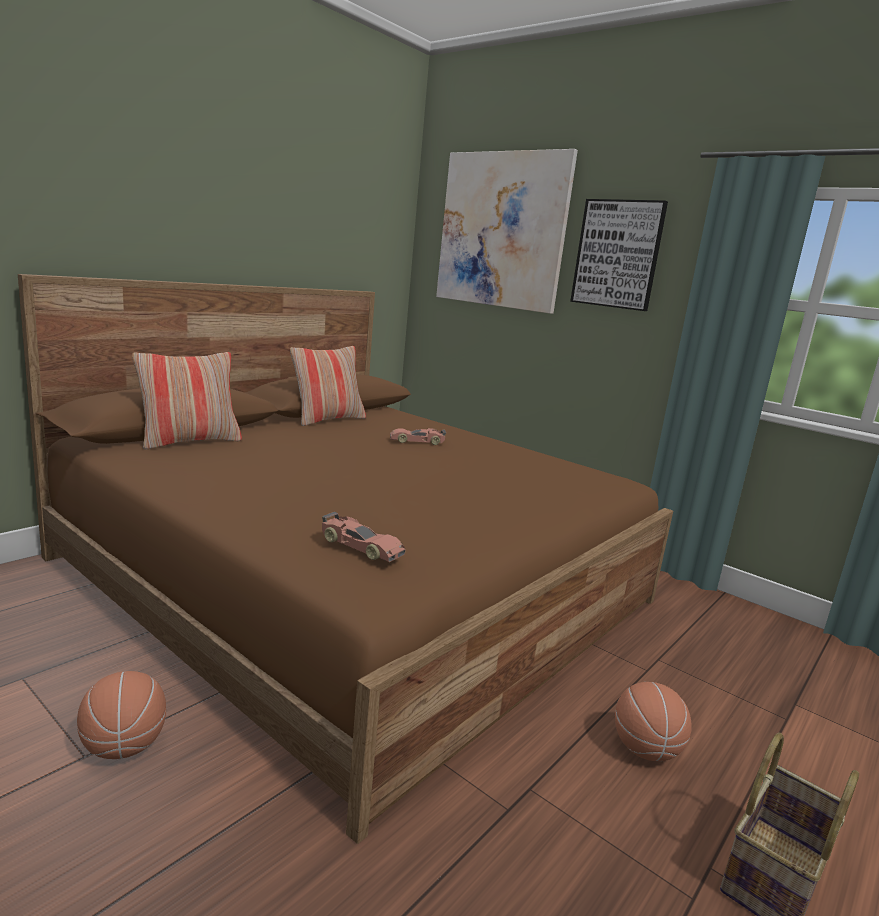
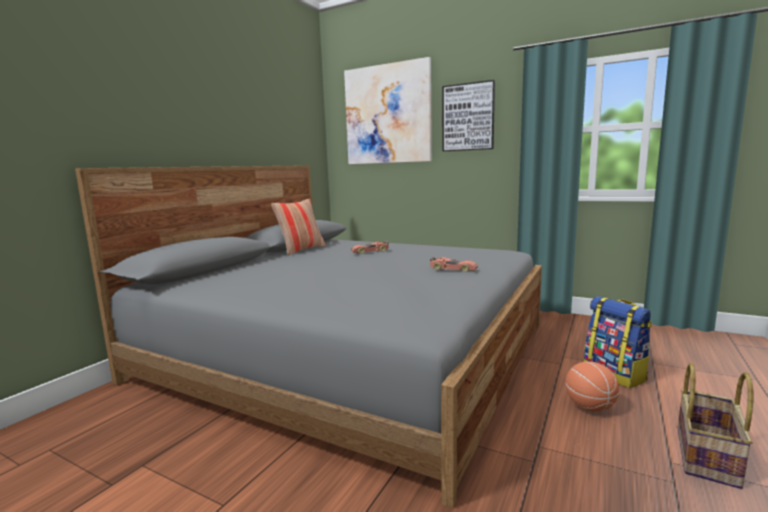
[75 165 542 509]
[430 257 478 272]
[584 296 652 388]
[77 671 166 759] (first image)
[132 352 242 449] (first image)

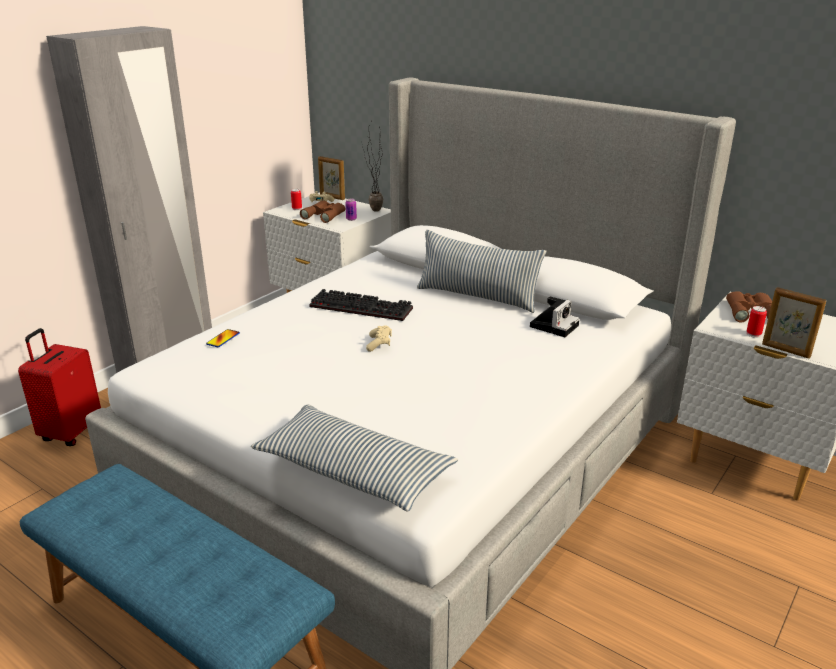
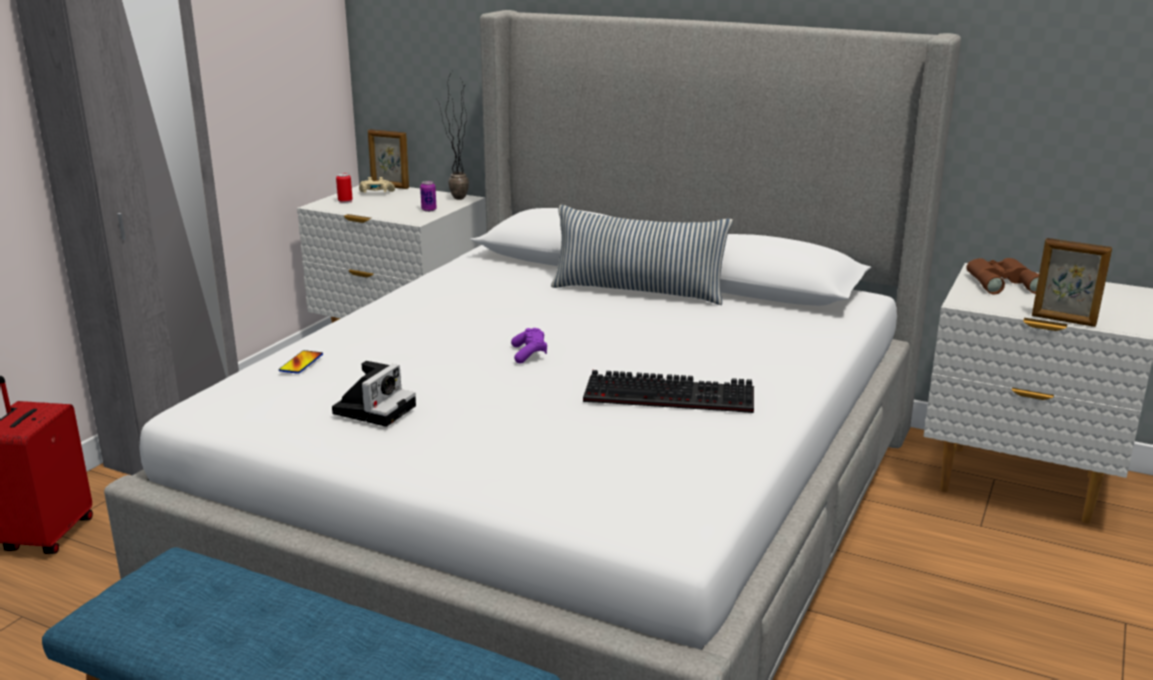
[332 361 416 427]
[511 328 547 363]
[583 370 754 413]
[251 405 458 512] (first image)
[300 201 345 223] (first image)
[746 306 767 338] (first image)

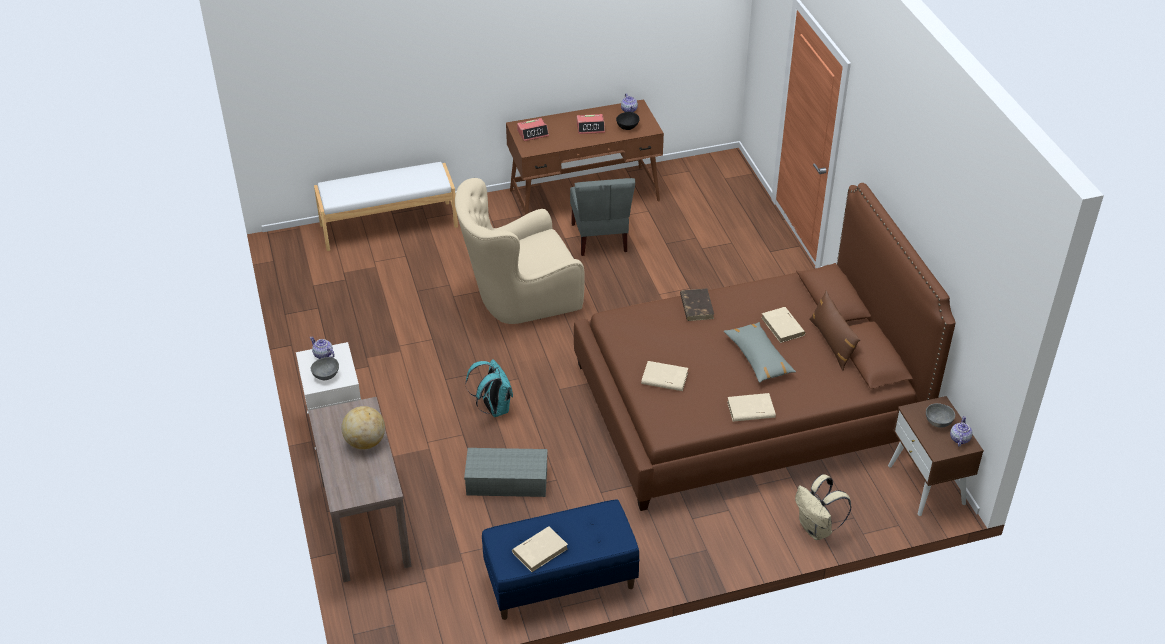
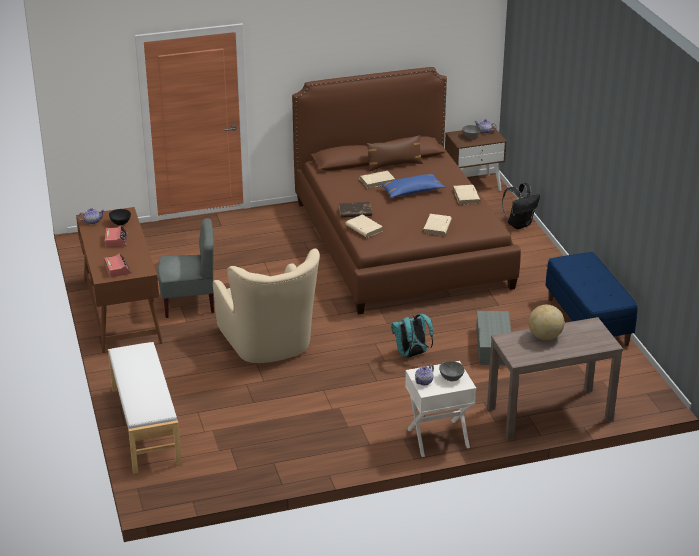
[345 214 383 238]
[380 174 446 198]
[502 183 540 229]

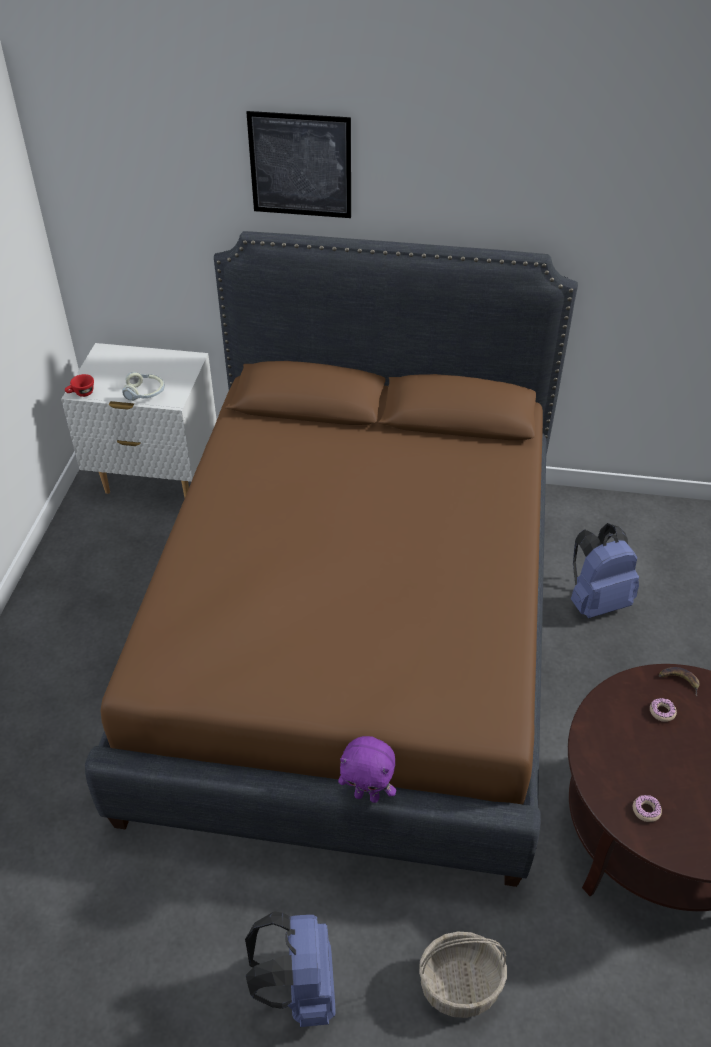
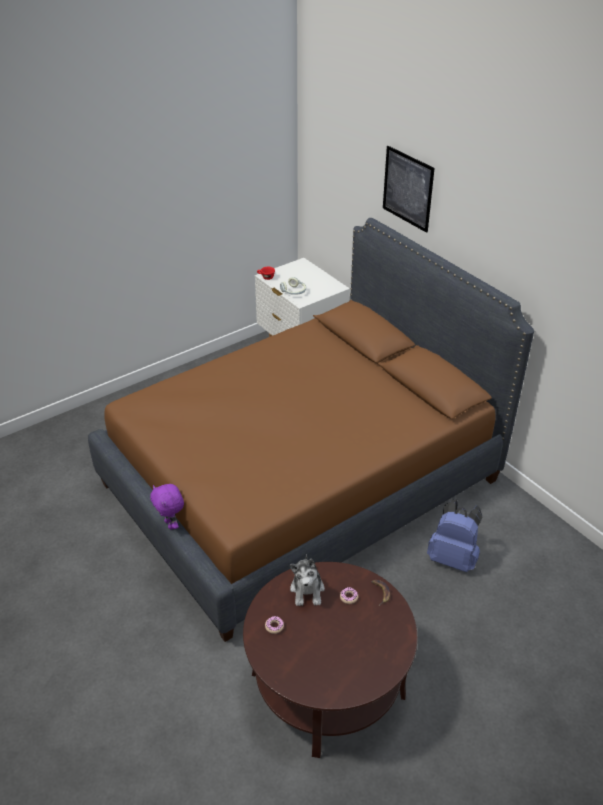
[290 554 325 606]
[245 912 336 1027] (first image)
[419 932 507 1018] (first image)

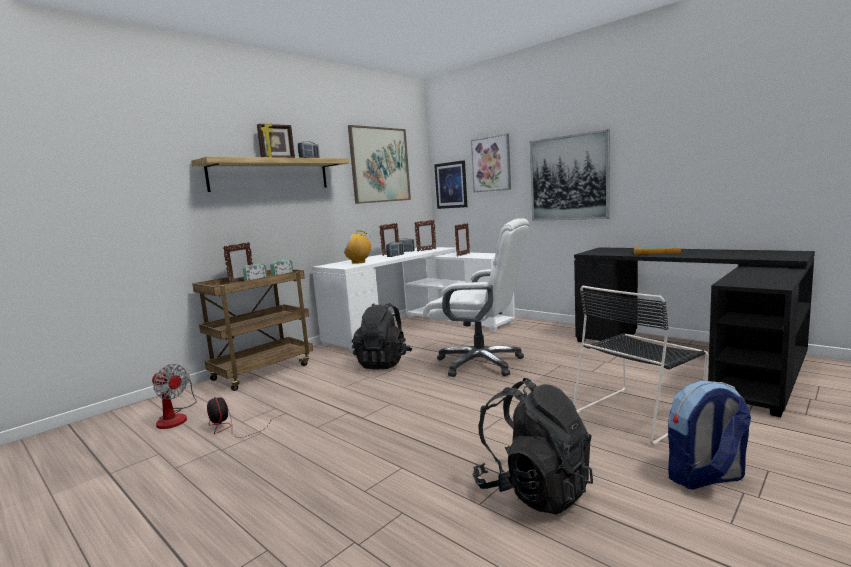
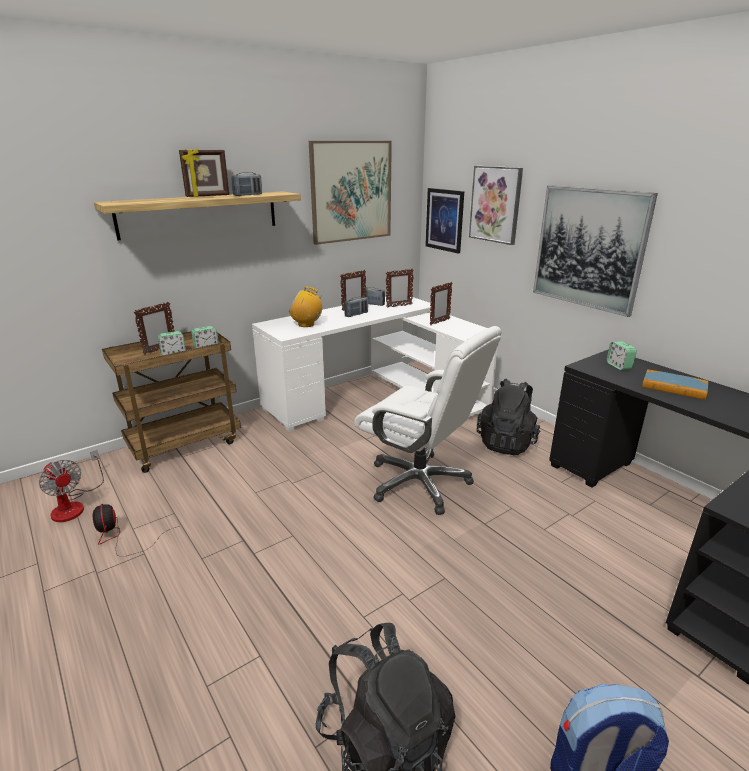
[477 379 540 455]
[606 341 637 370]
[573 286 708 445] (first image)

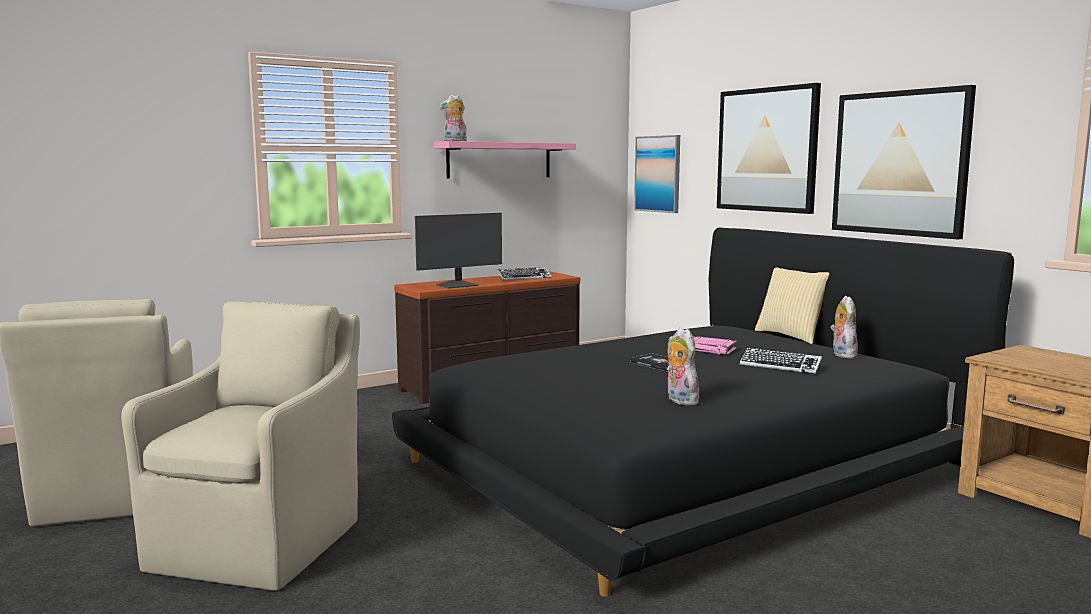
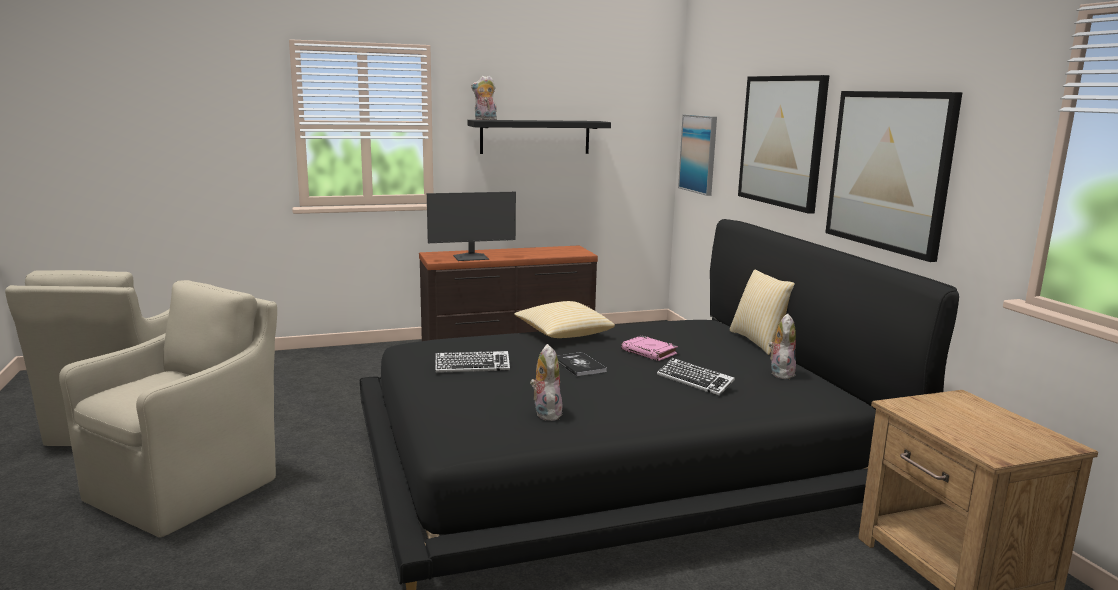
[435 351 510 373]
[468 120 611 154]
[514 301 615 338]

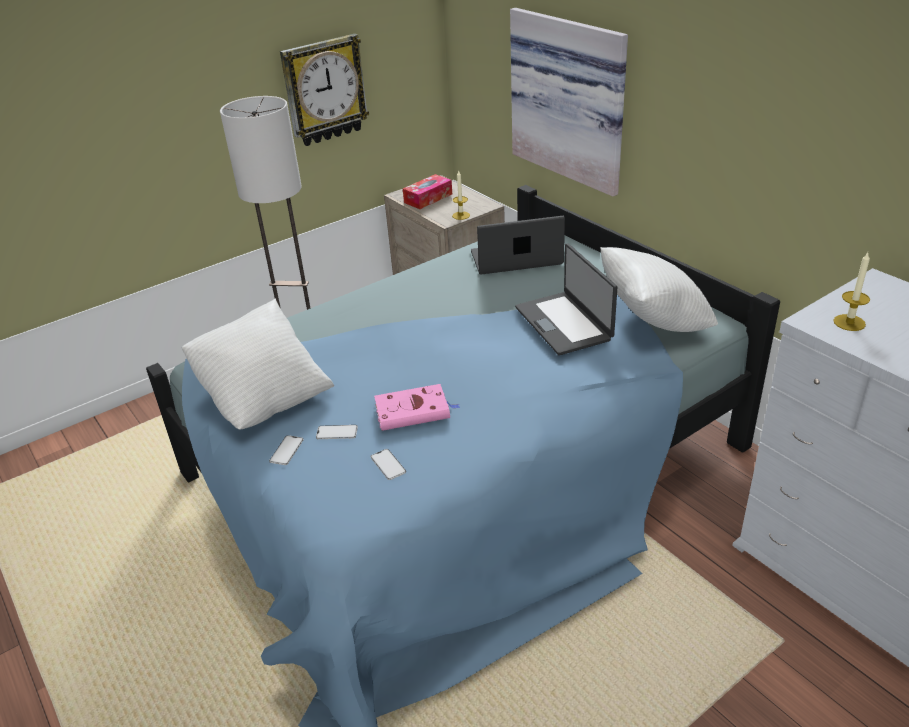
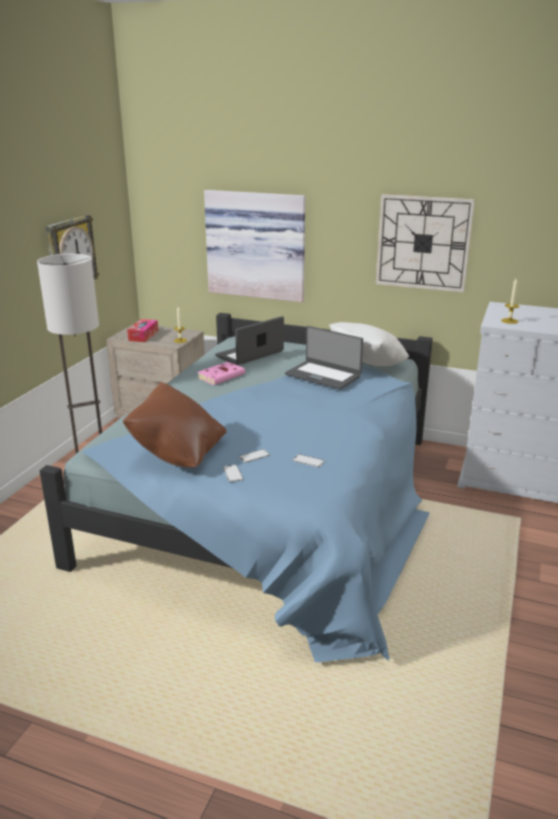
[123 382 227 468]
[197 362 245 385]
[376 194 475 293]

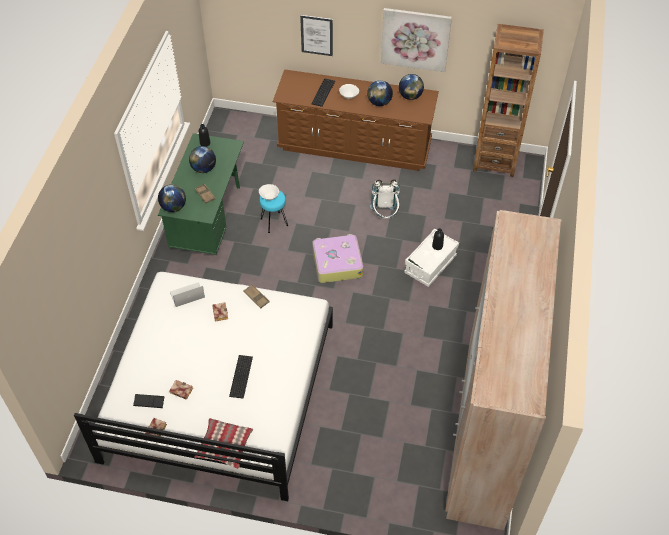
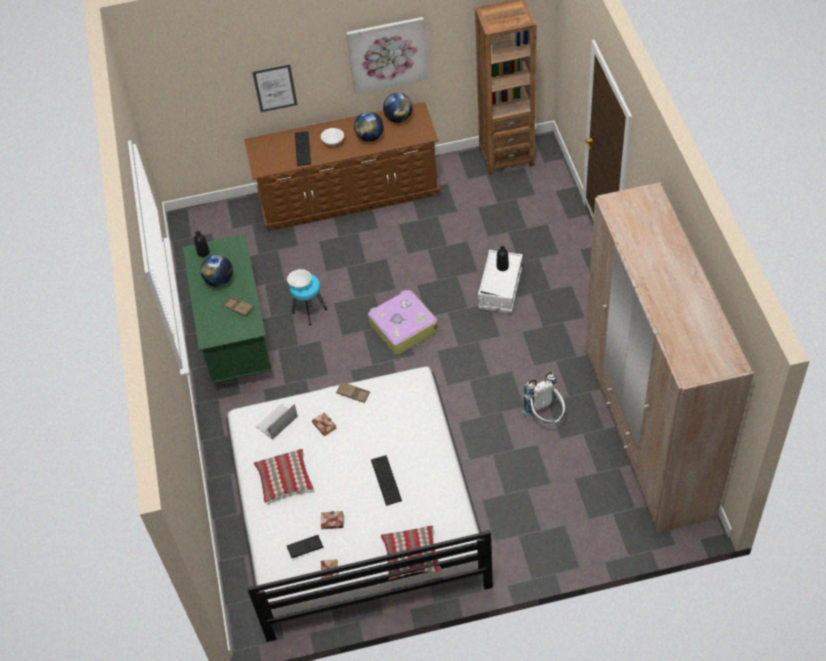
[254 449 314 503]
[522 372 566 424]
[158 184 186 212] (first image)

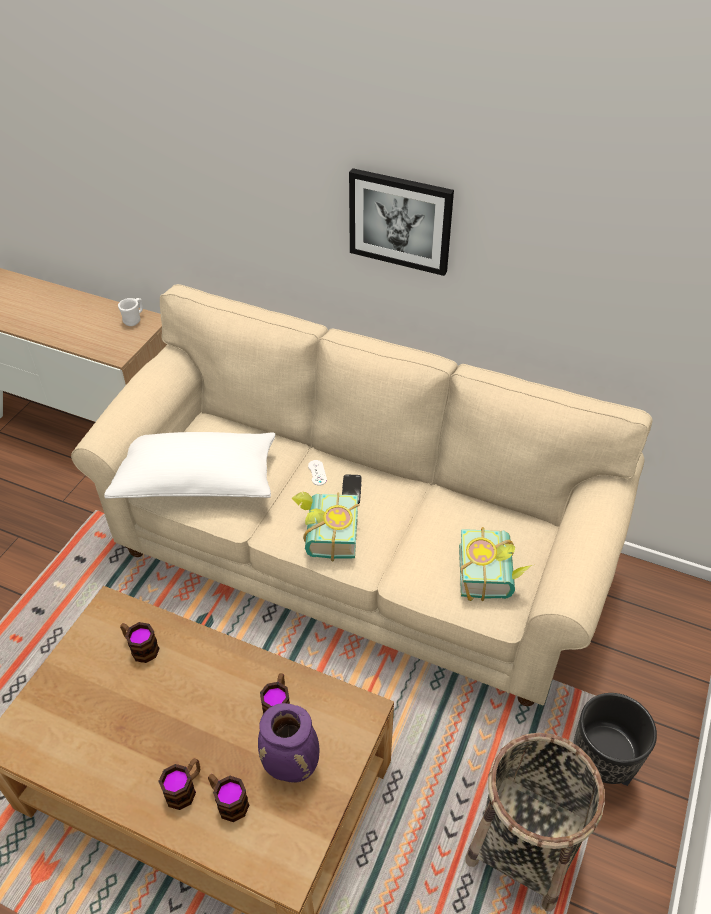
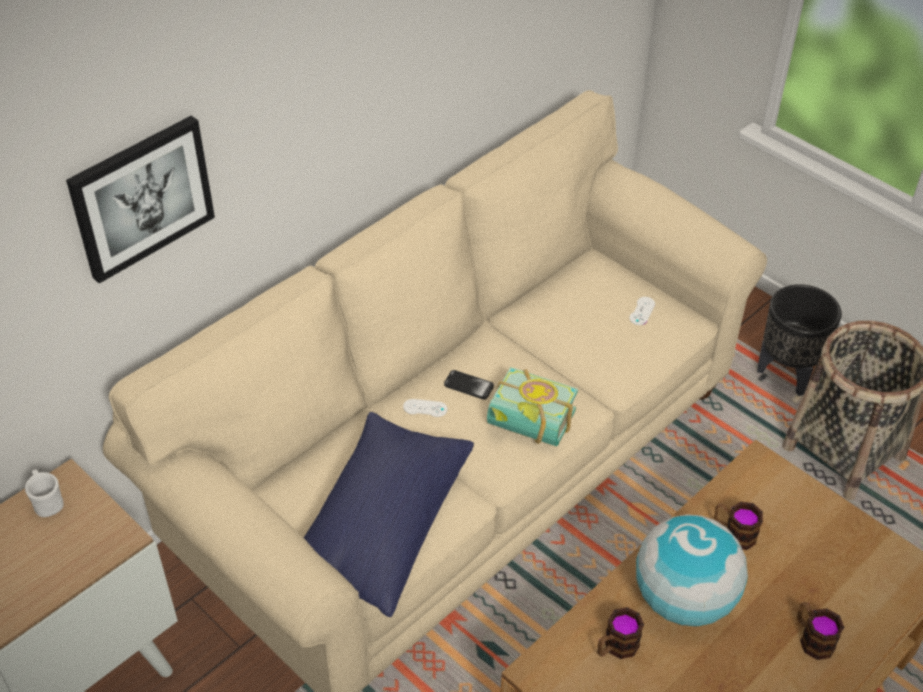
[66 116 215 283]
[304 412 474 617]
[630 297 655 325]
[636 514 748 626]
[208 774 249 822] (first image)
[258 703 319 783] (first image)

